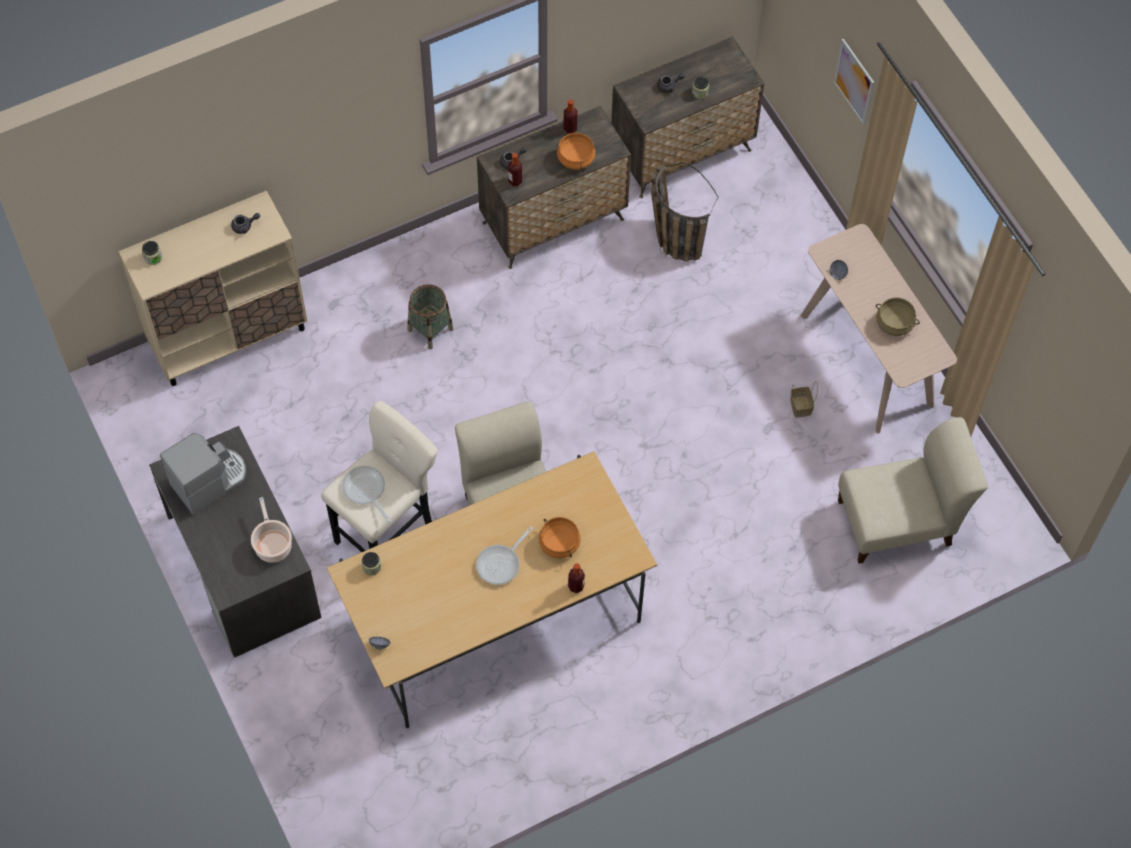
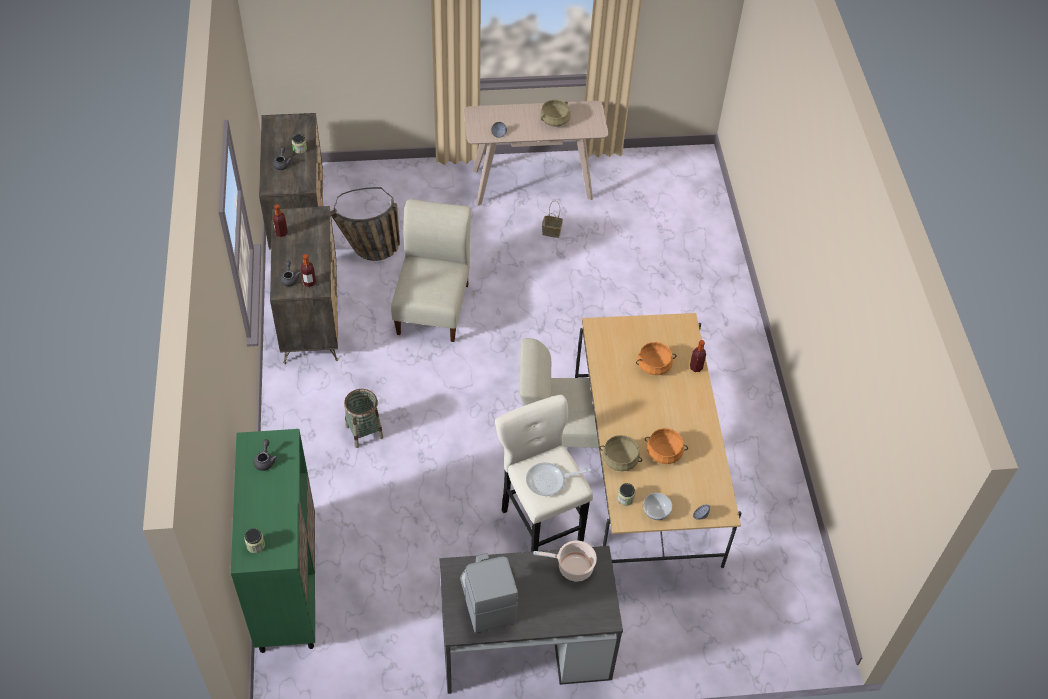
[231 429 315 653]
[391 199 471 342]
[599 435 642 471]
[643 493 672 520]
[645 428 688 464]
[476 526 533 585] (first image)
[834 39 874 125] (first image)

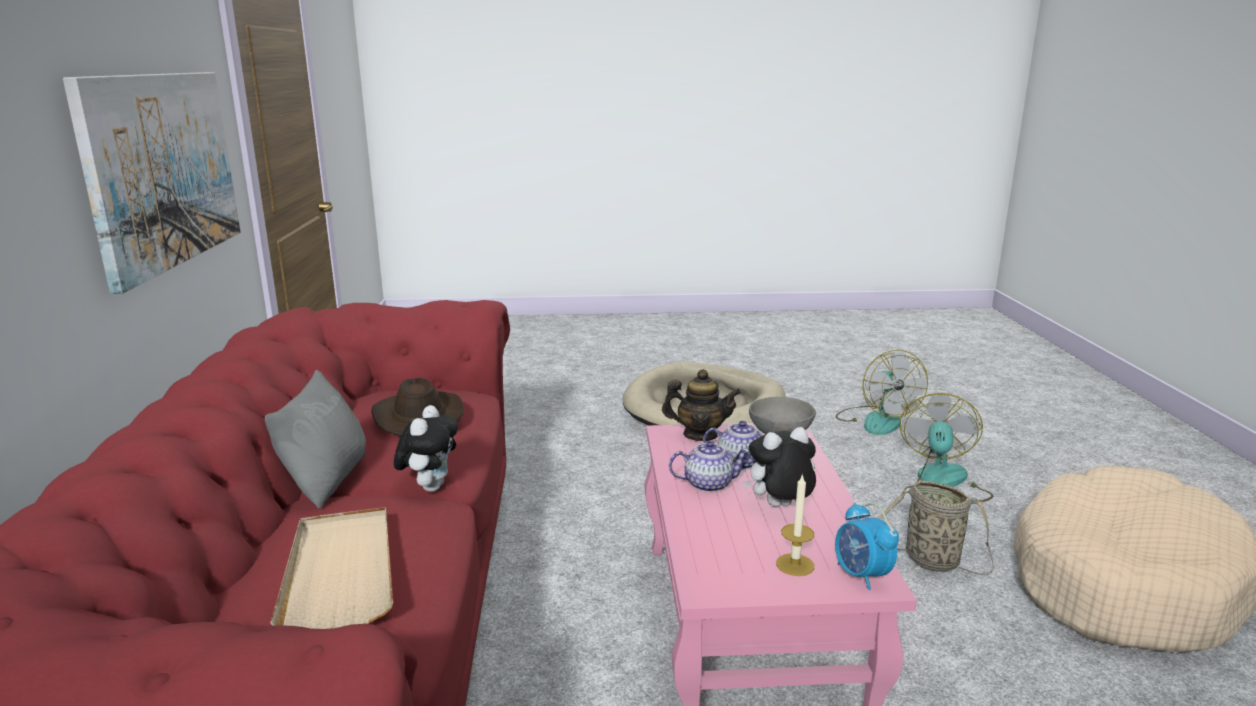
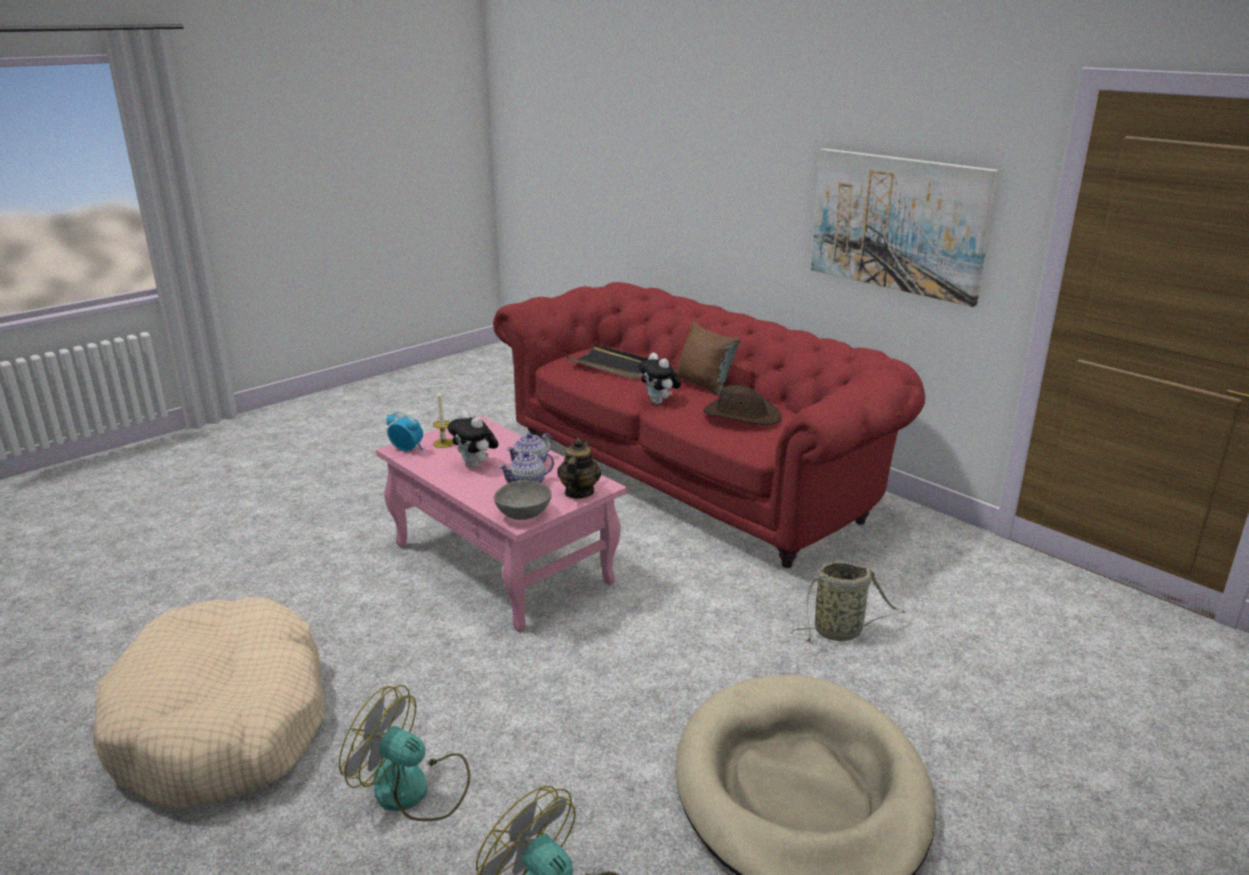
[339 685 470 821]
[447 410 499 468]
[557 438 601 499]
[567 344 648 380]
[677 321 741 396]
[791 561 906 644]

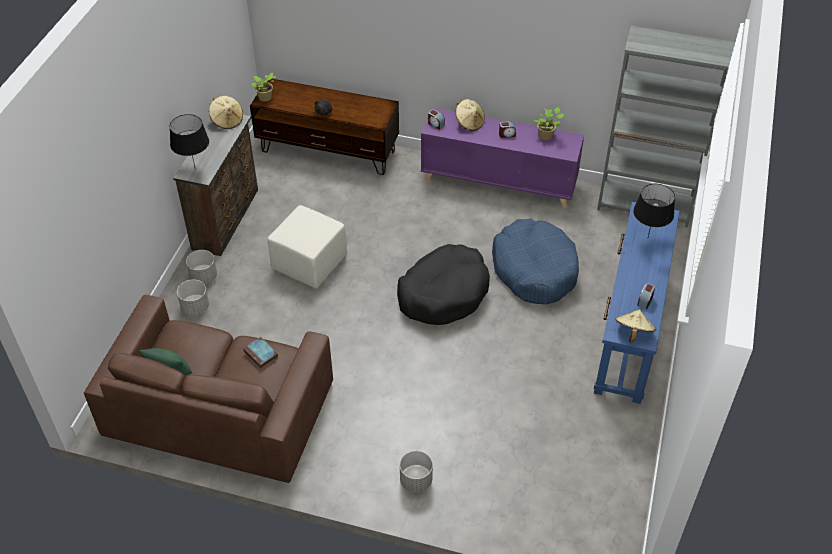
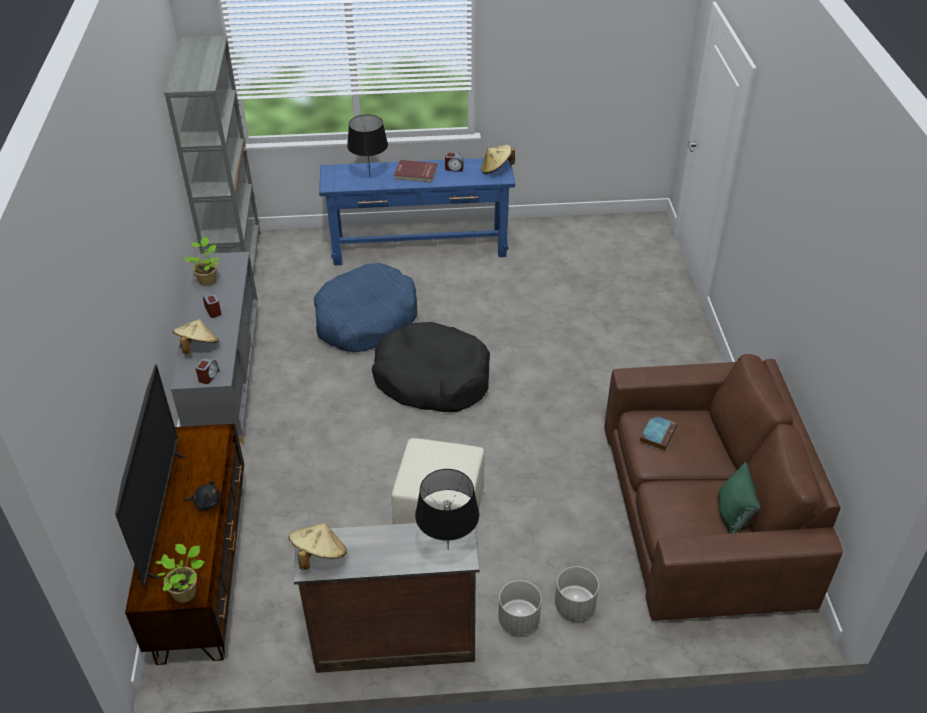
[115 364 185 588]
[171 252 258 445]
[394 160 438 183]
[400 451 433 493] (first image)

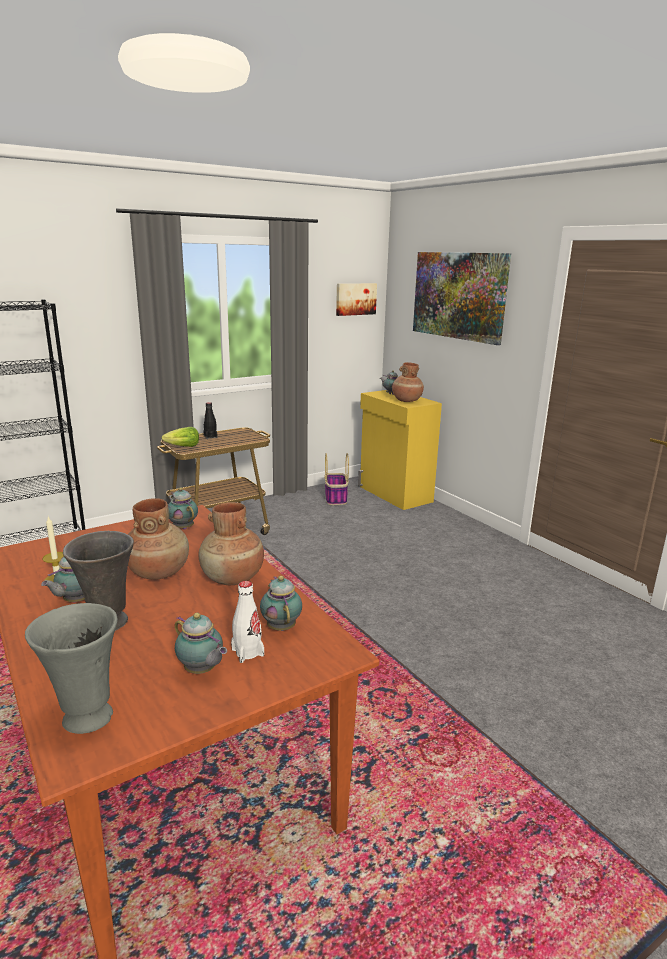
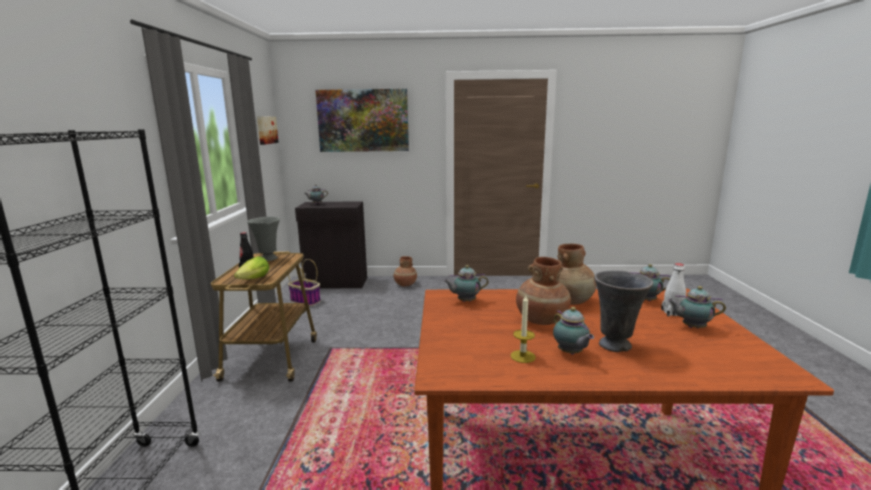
[247 217 280 261]
[295 201 367 288]
[393 256 417 286]
[667 286 726 328]

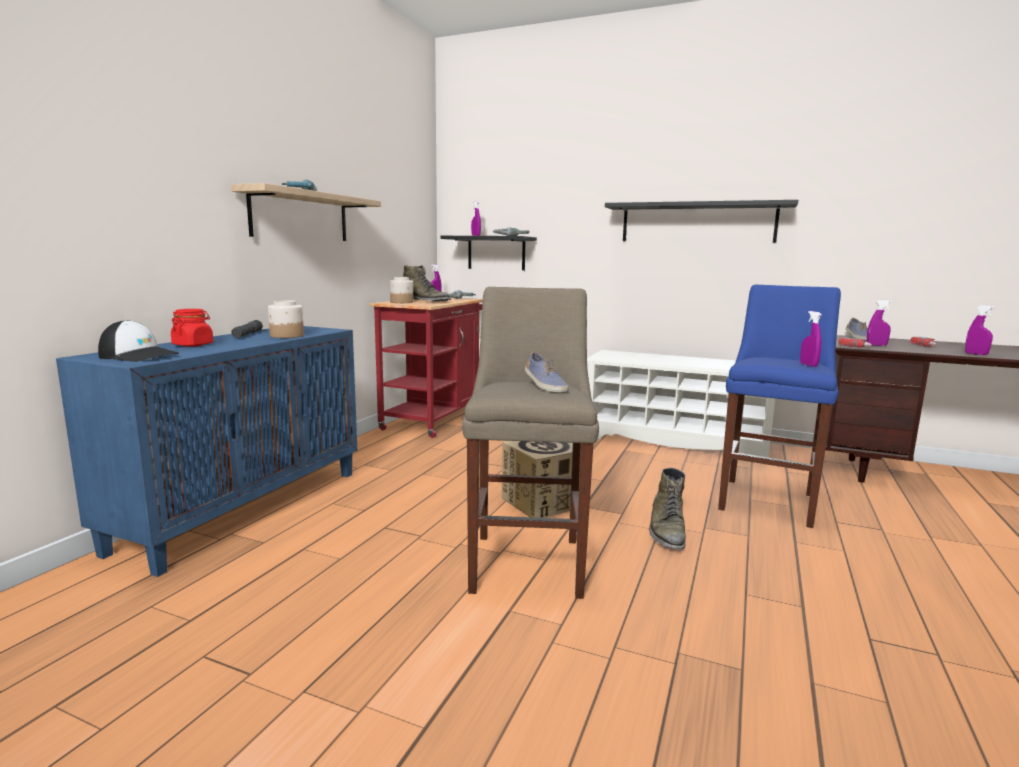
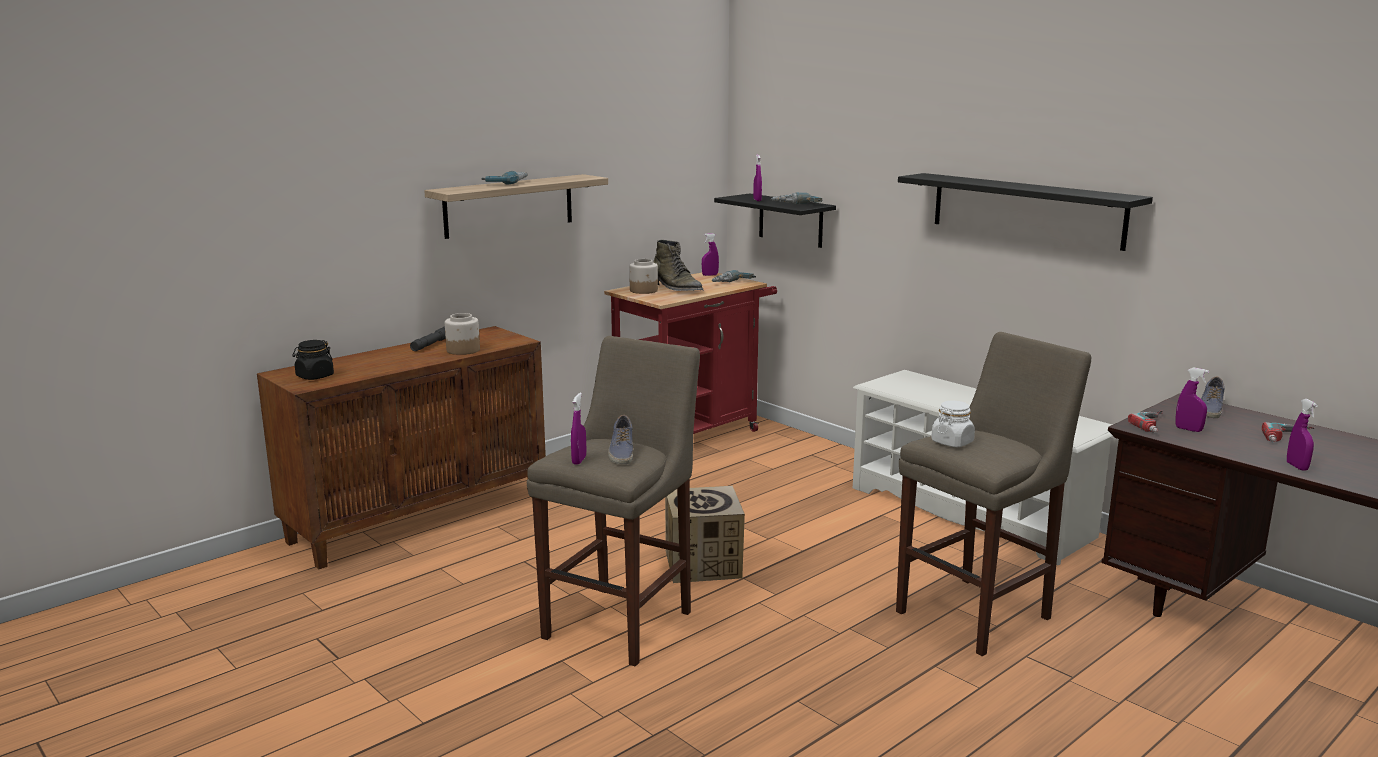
[257 326 546 569]
[292 340 334 380]
[571 393 586 465]
[896 332 1091 656]
[931 401 975 447]
[171 309 213 347] (first image)
[649 468 686 550] (first image)

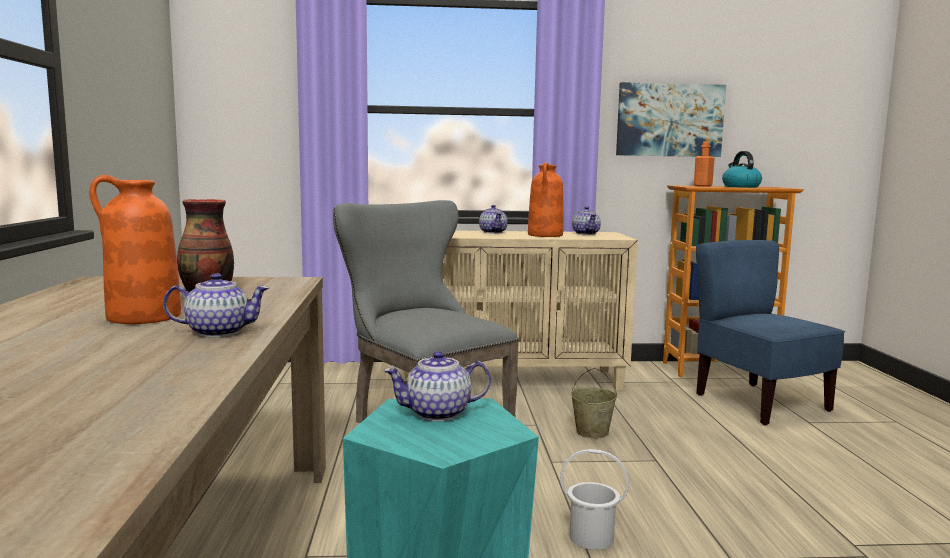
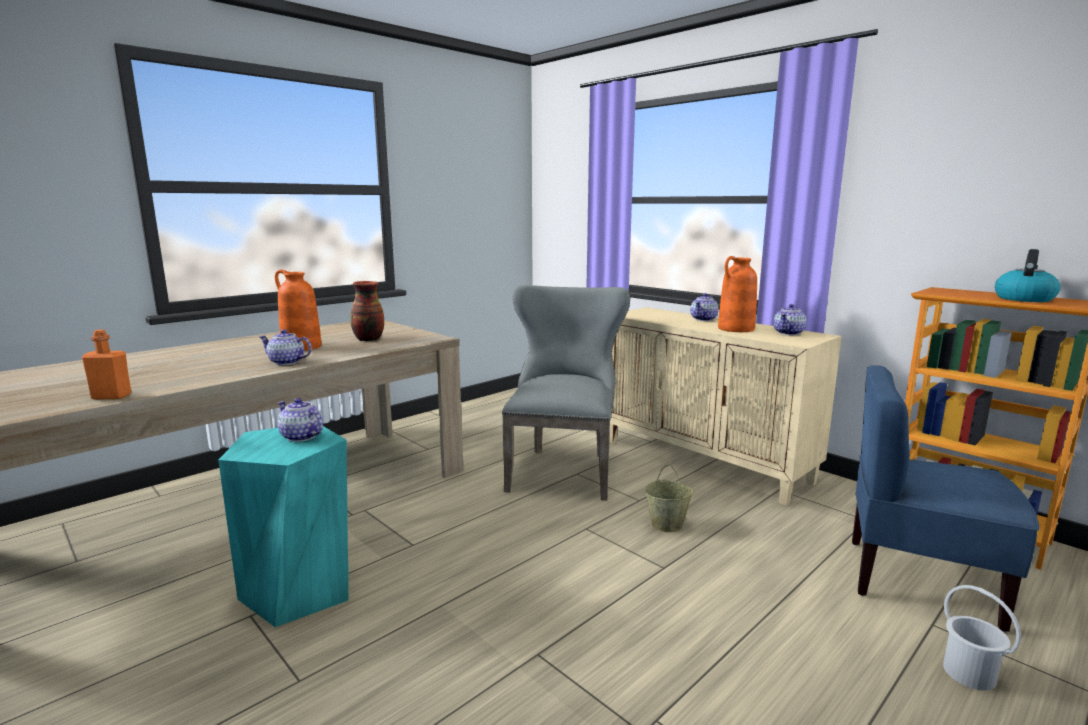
[82 330 131 400]
[259 329 312 365]
[852 365 1040 632]
[943 585 1021 690]
[616 82 726 157] (first image)

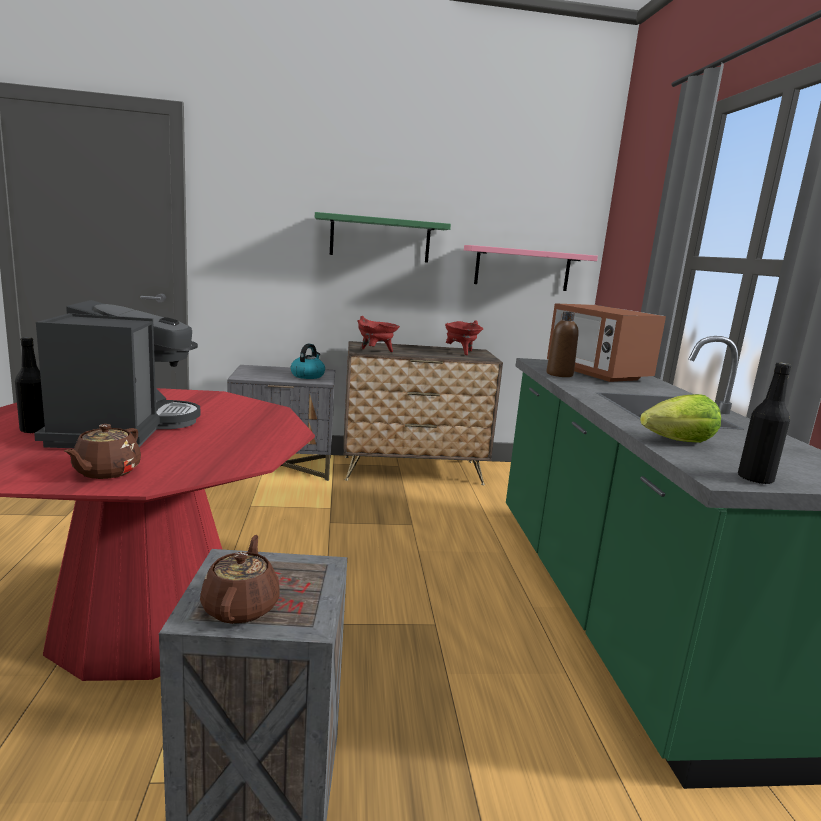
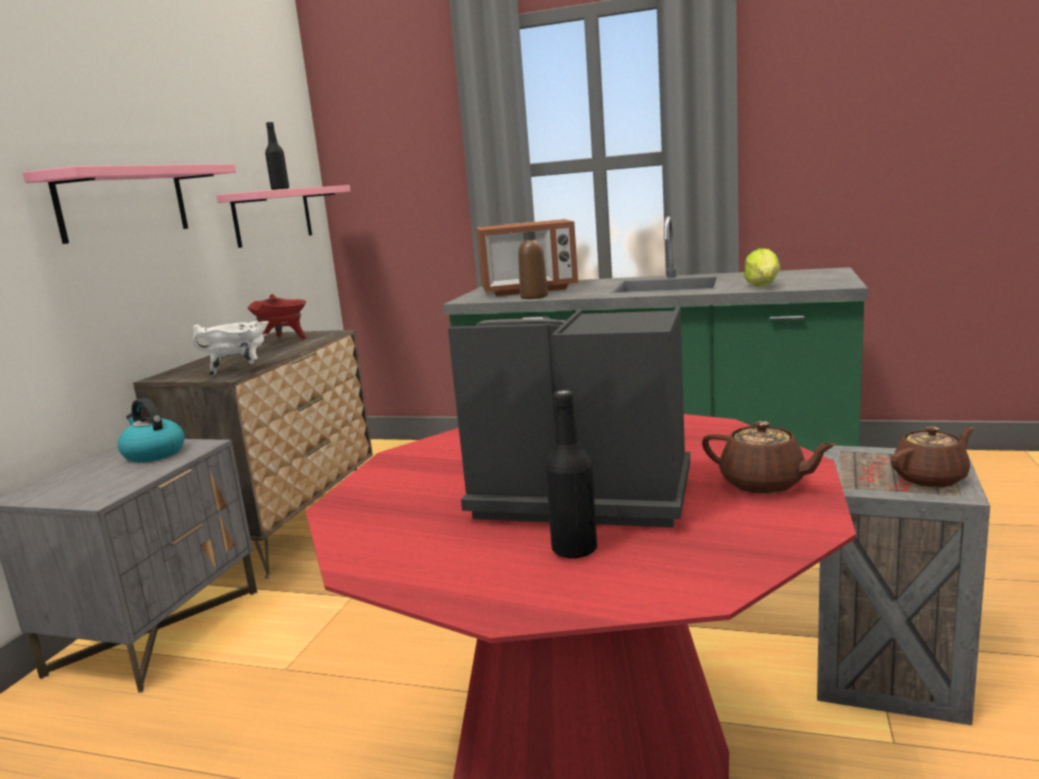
[23 164 236 244]
[192 321 269 376]
[265 122 289 190]
[891 426 974 487]

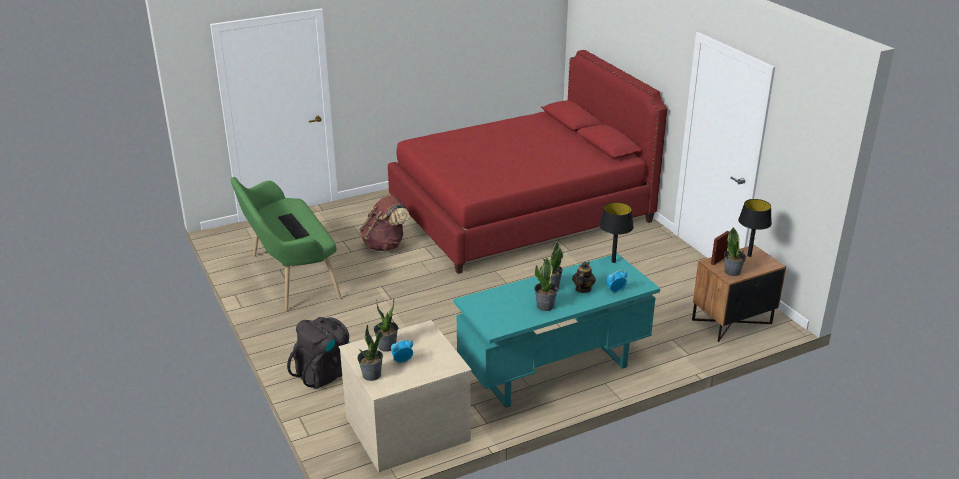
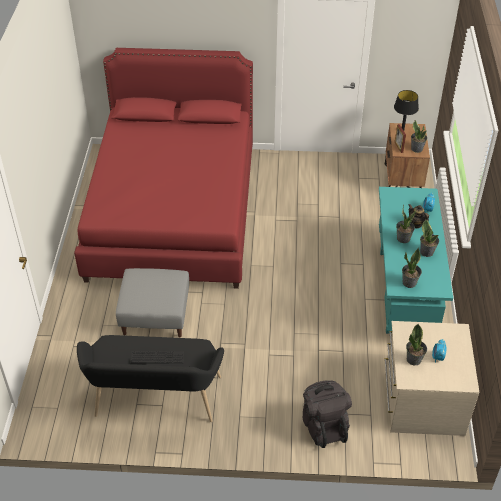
[77 335 224 422]
[116 268 189 338]
[402 248 422 288]
[599 202 634 263] (first image)

